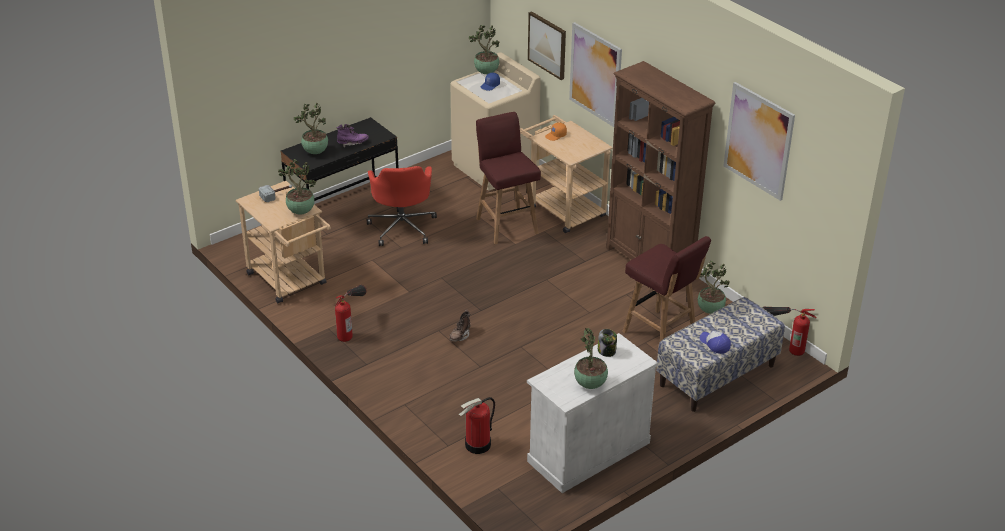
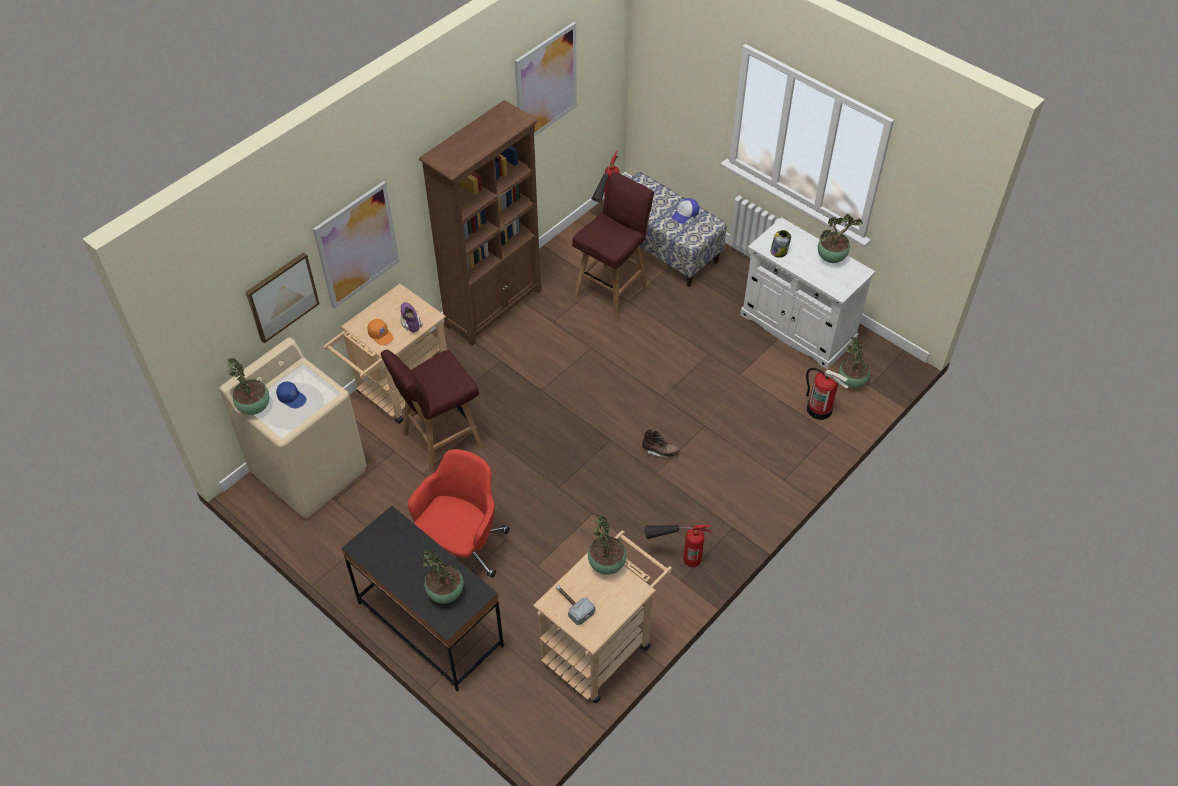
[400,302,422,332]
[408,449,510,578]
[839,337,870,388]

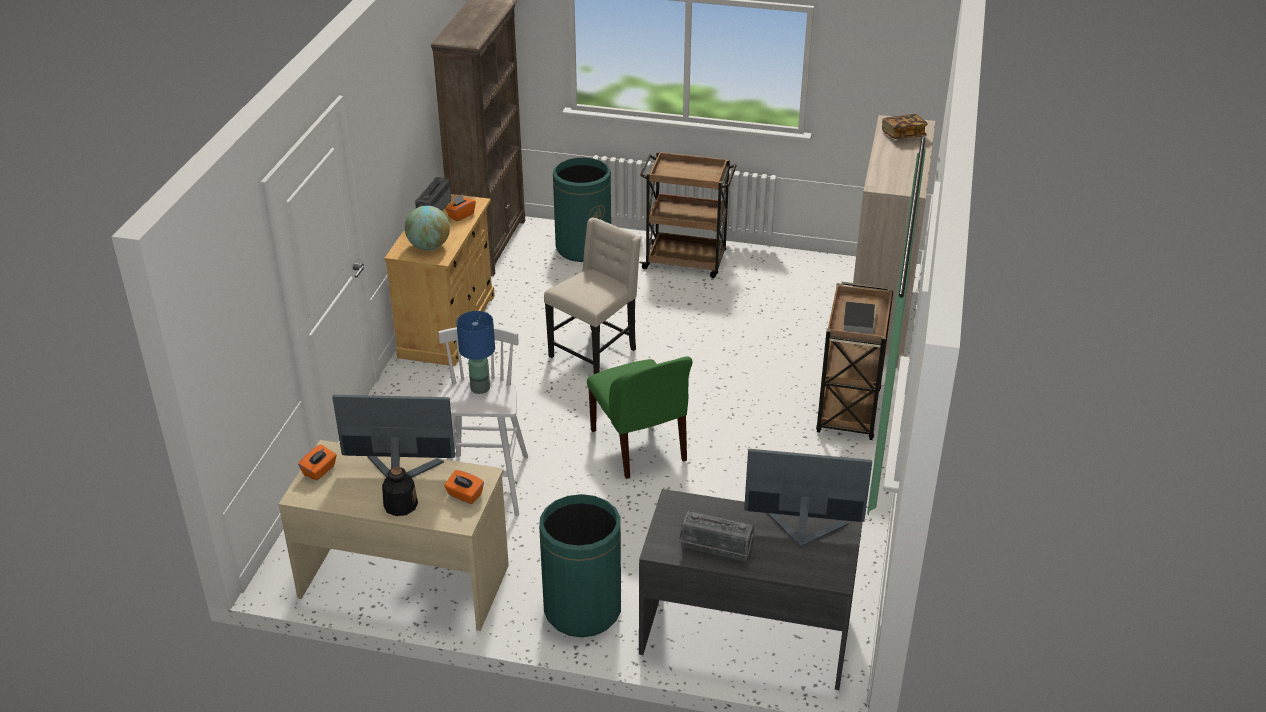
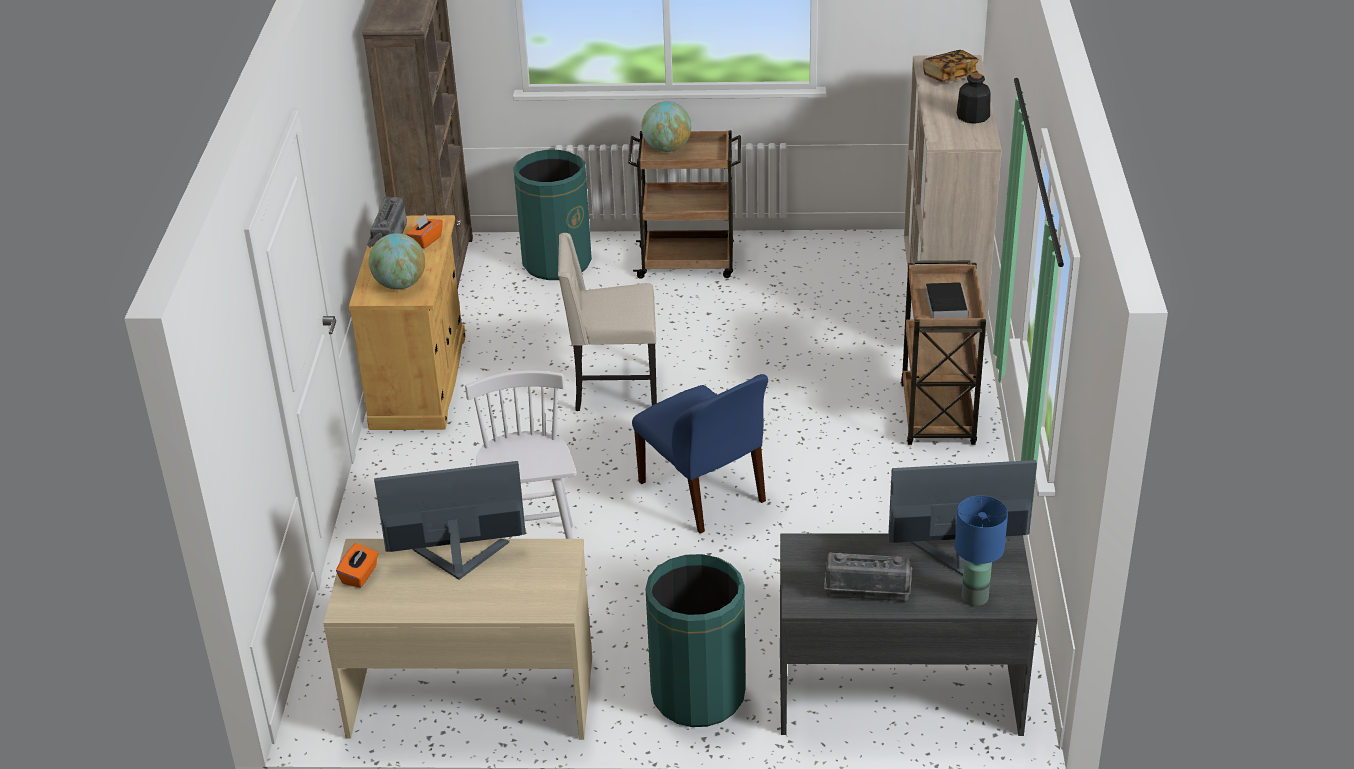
[558,233,657,411]
[632,374,768,534]
[642,101,691,152]
[954,495,1008,606]
[957,73,991,124]
[444,470,484,504] (first image)

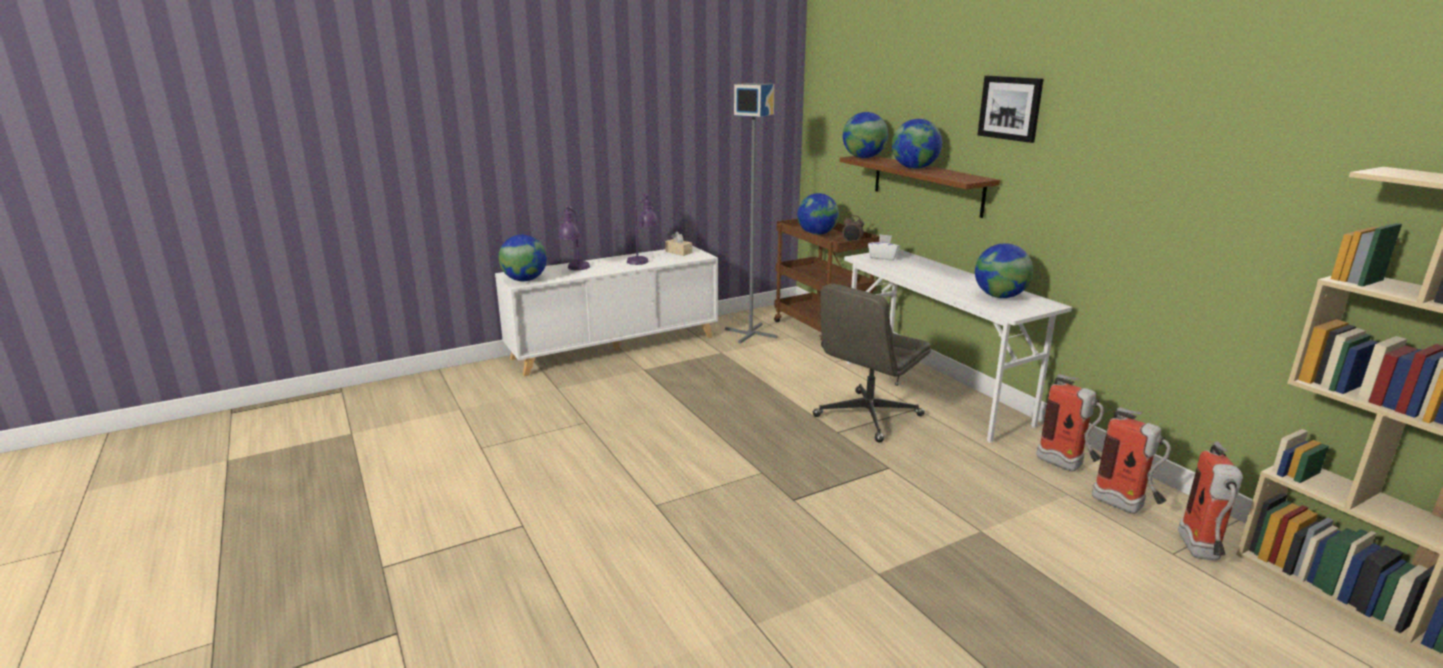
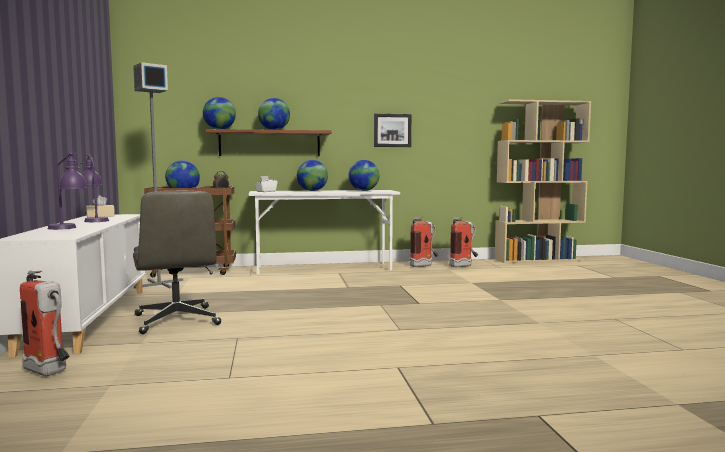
[20,270,70,376]
[133,191,221,334]
[297,160,328,191]
[374,114,411,147]

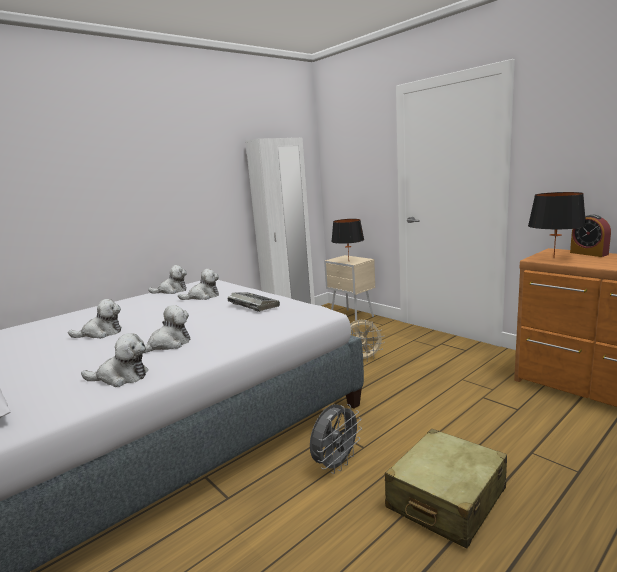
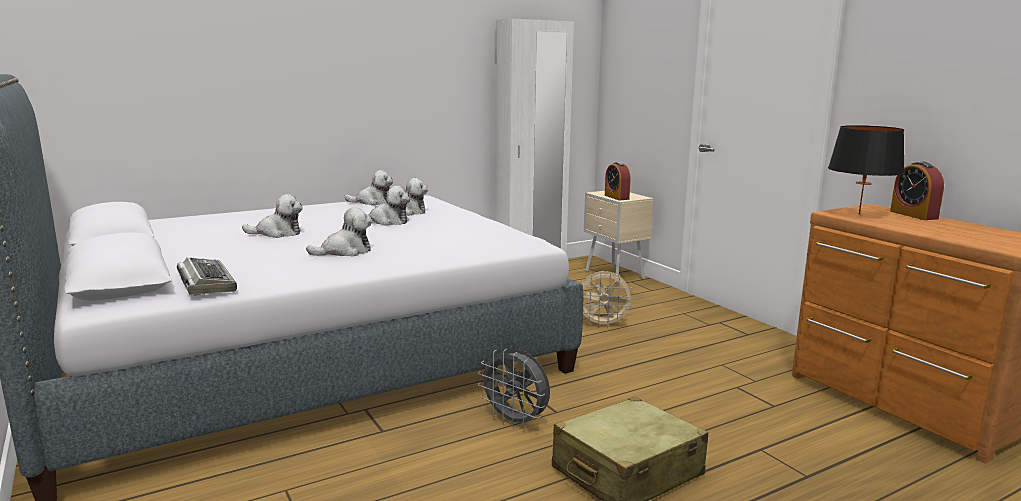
[177,257,237,295]
[367,186,410,226]
[478,349,550,428]
[605,162,630,200]

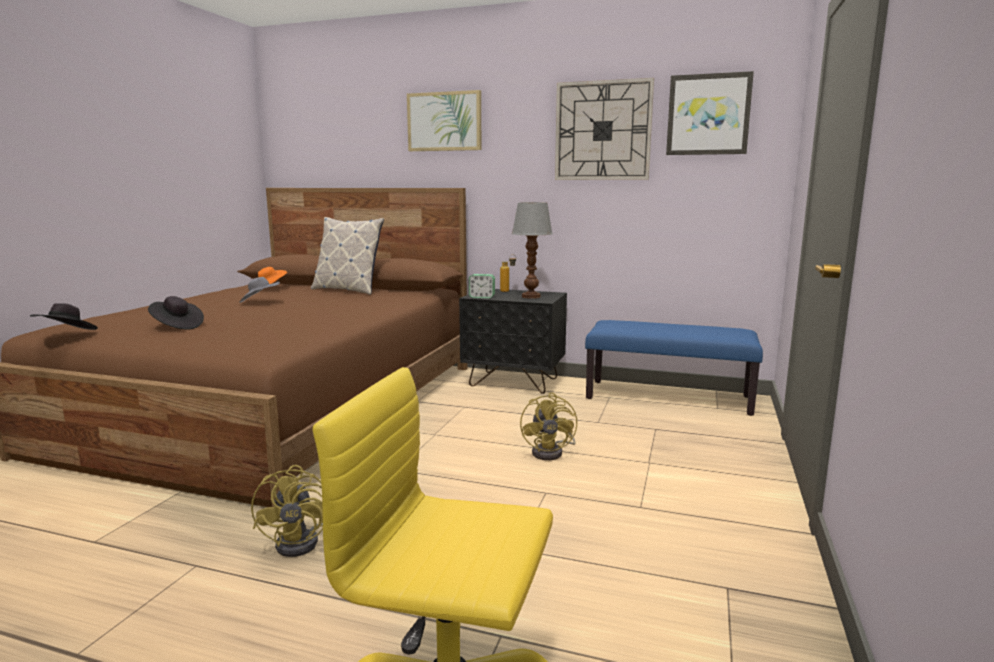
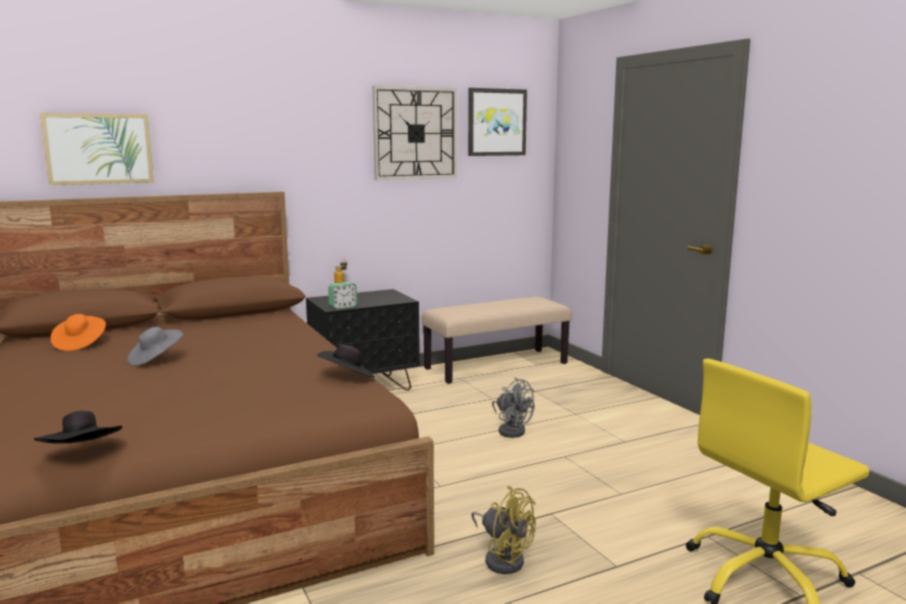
[40,113,154,185]
[317,345,375,378]
[421,297,572,384]
[492,377,535,438]
[311,217,384,295] (first image)
[512,202,553,299] (first image)

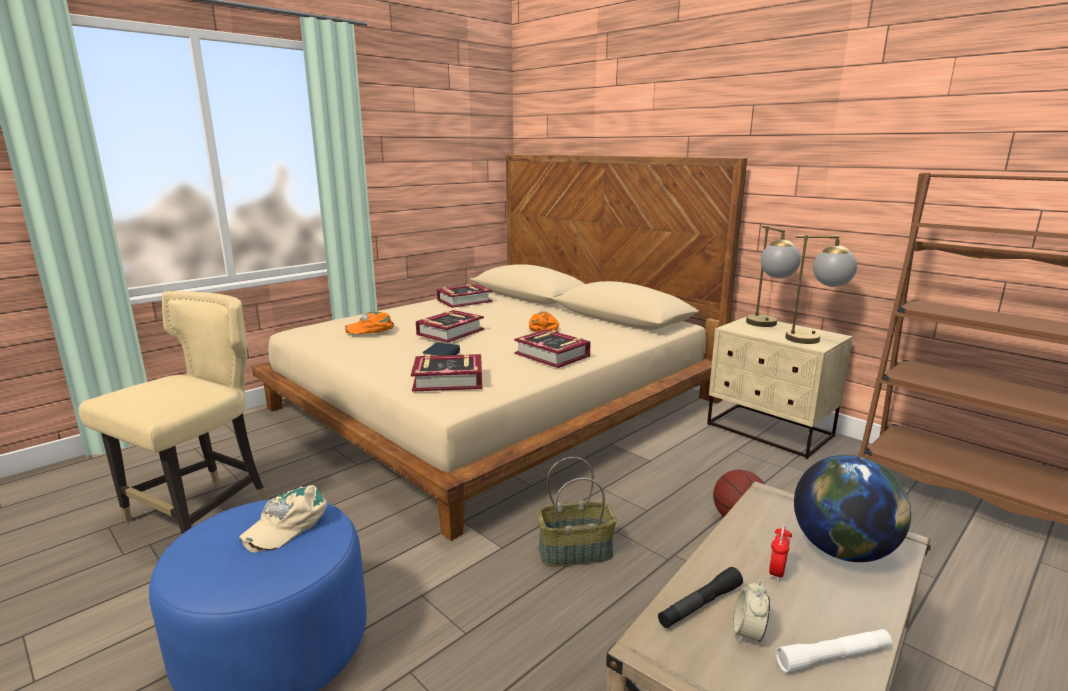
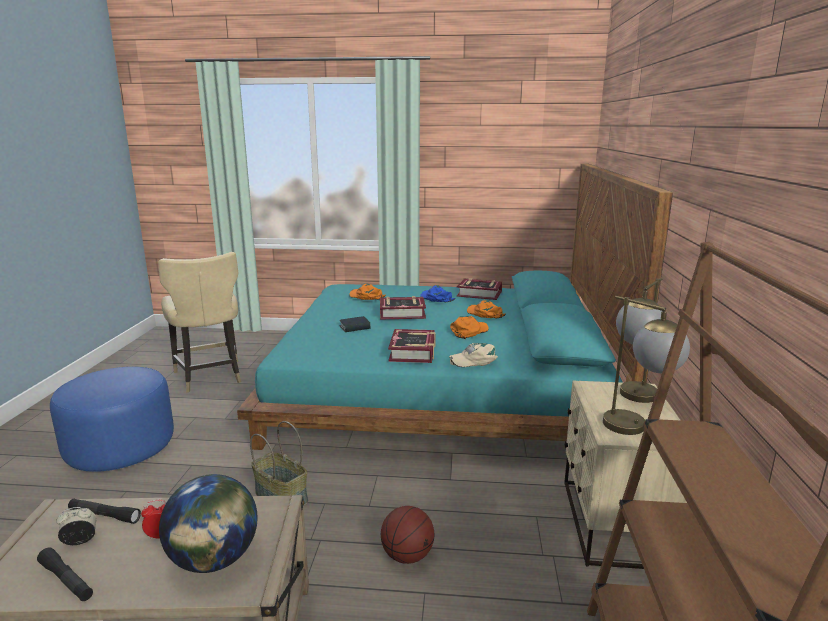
[37,547,93,601]
[158,252,241,392]
[237,163,673,450]
[420,285,455,302]
[449,343,498,367]
[467,300,506,318]
[411,353,482,392] (first image)

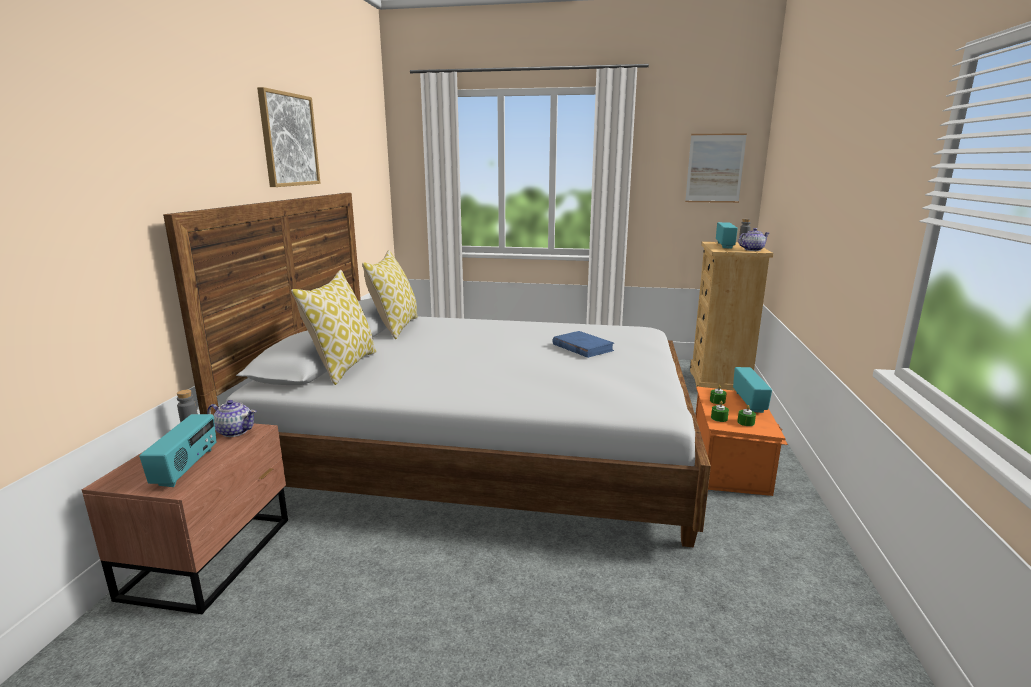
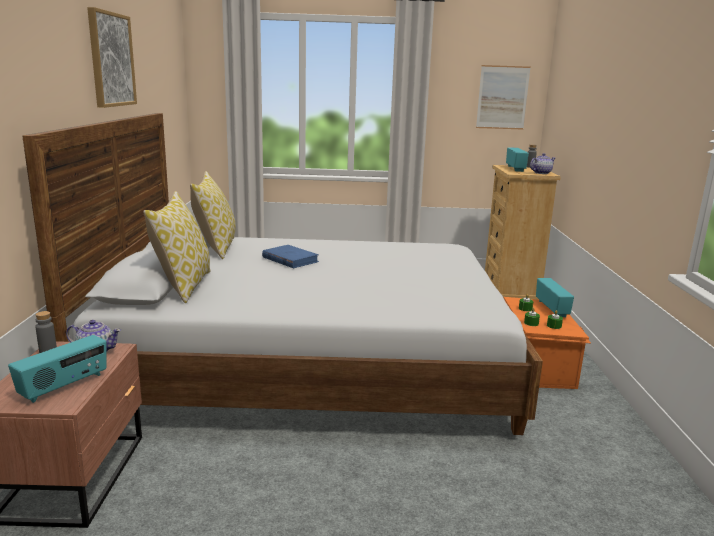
[8,335,107,403]
[262,245,319,268]

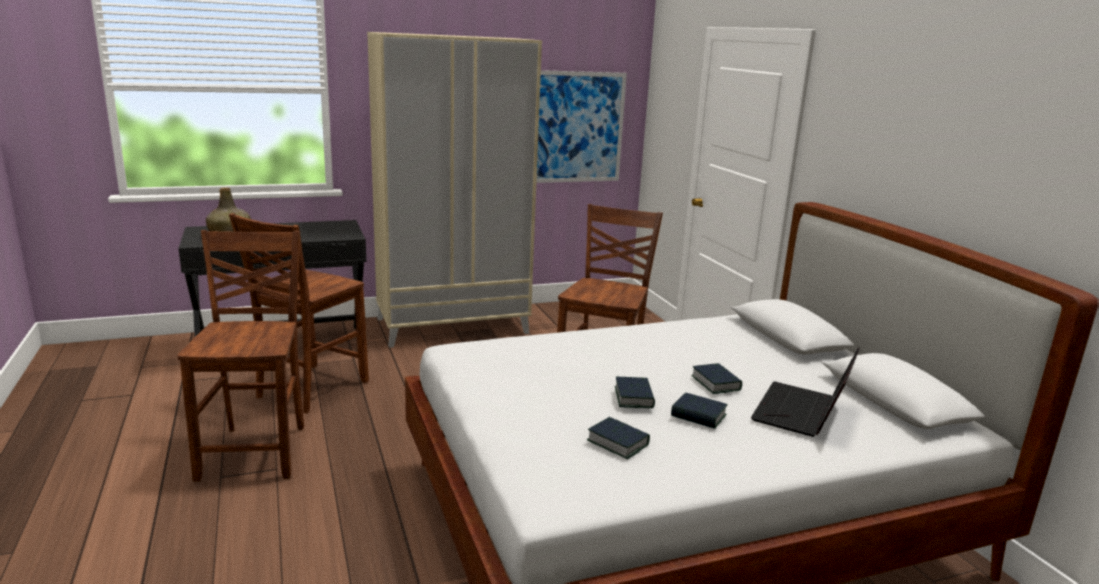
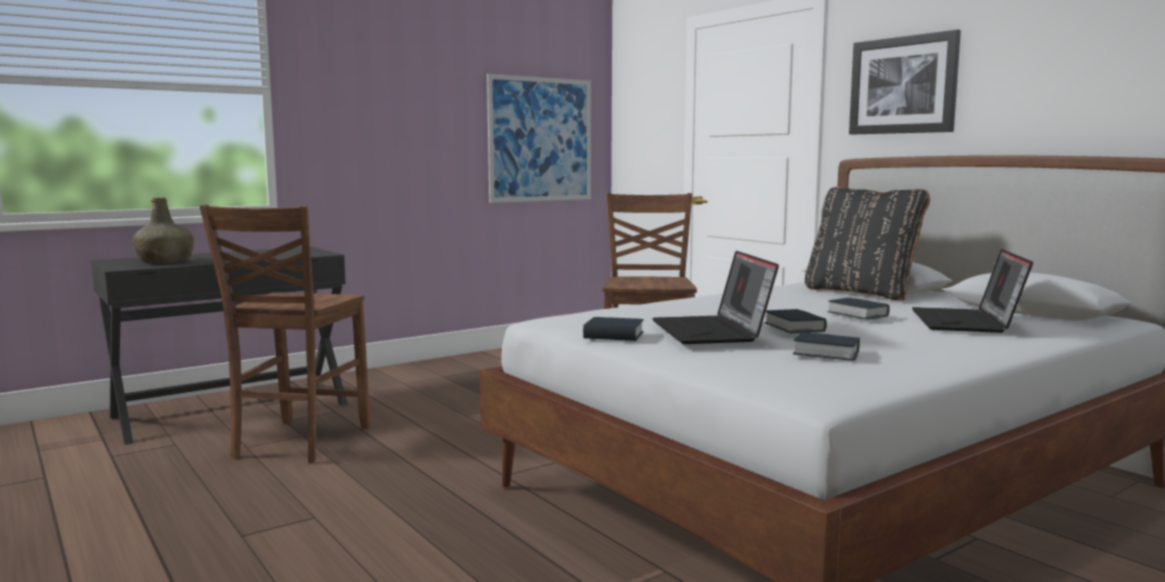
[583,317,644,341]
[652,251,779,344]
[805,187,930,300]
[849,30,961,135]
[177,230,304,482] (first image)
[367,32,542,348] (first image)

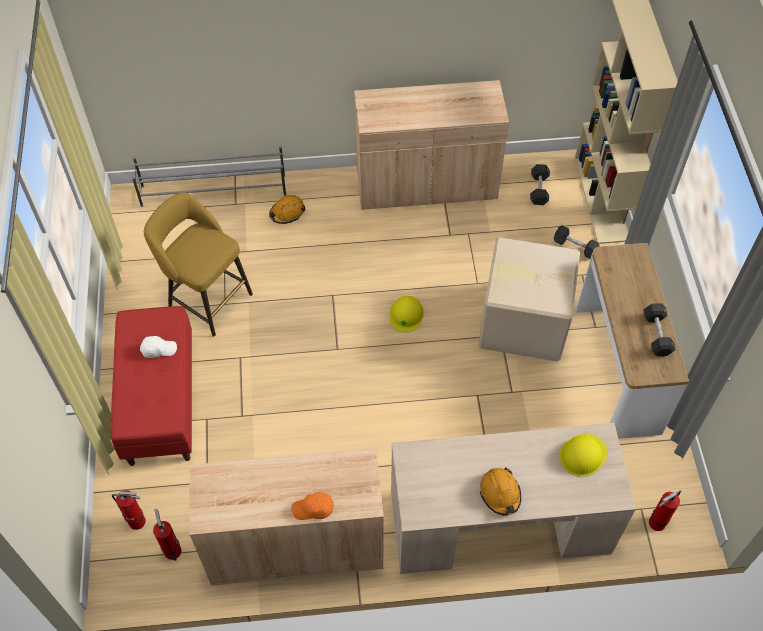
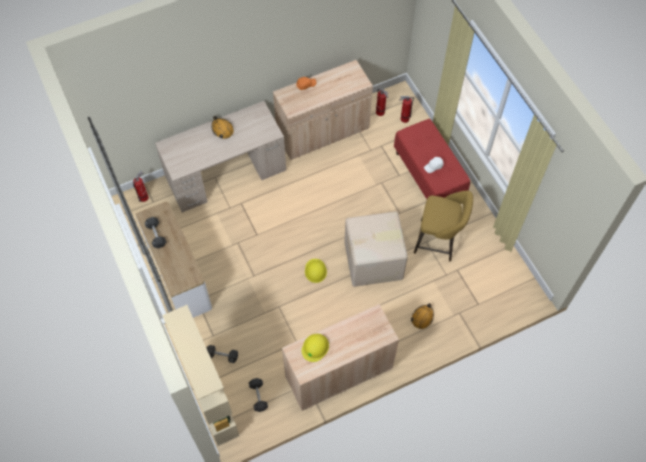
[302,334,329,362]
[344,211,408,287]
[132,146,286,207] (first image)

